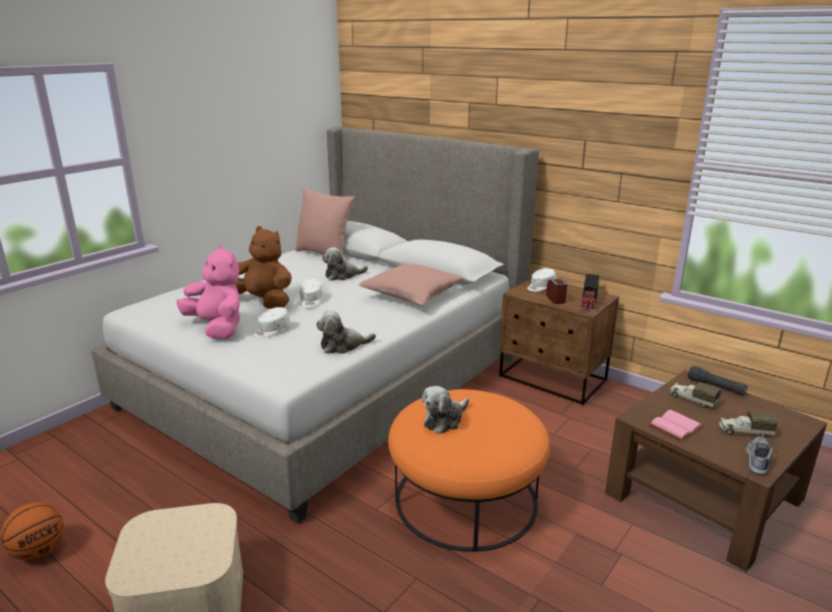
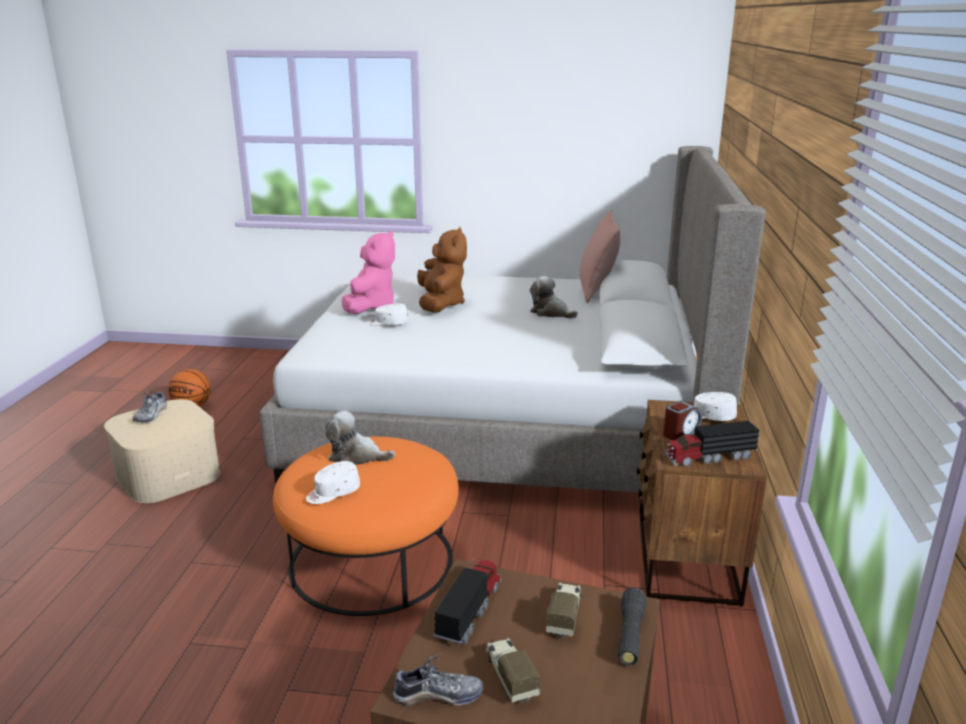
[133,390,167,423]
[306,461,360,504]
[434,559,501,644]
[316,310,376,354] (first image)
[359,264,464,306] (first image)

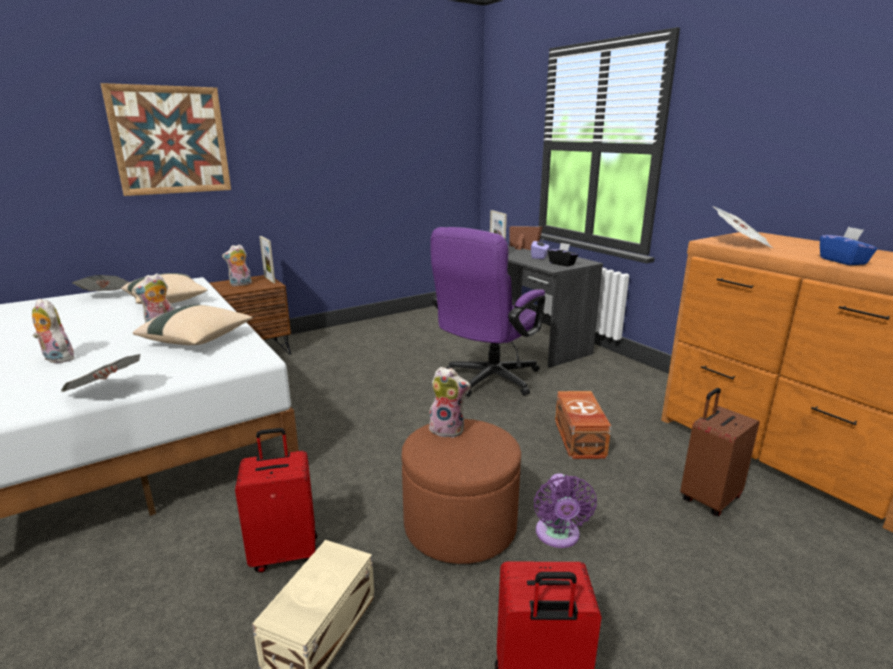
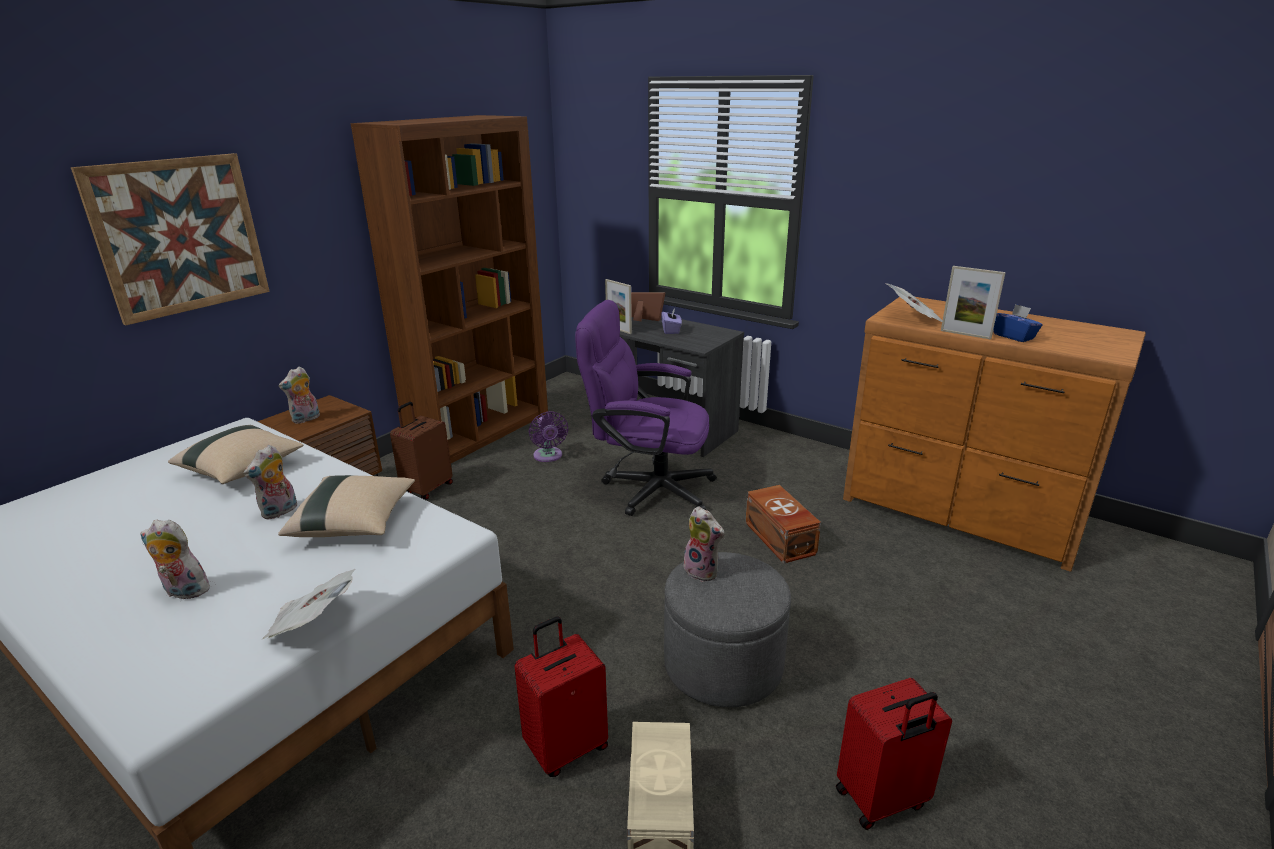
[350,115,548,463]
[390,402,453,499]
[529,411,568,462]
[575,300,717,516]
[664,552,791,707]
[683,506,724,582]
[941,266,1006,340]
[72,275,129,291] (first image)
[548,243,578,266] (first image)

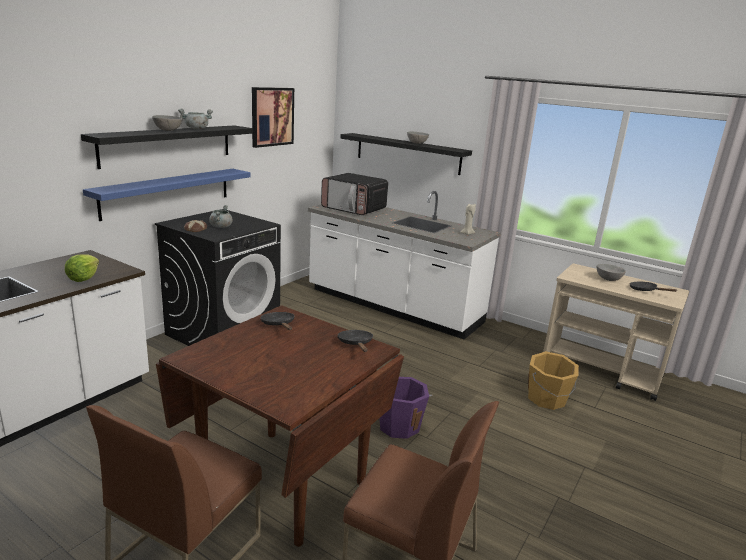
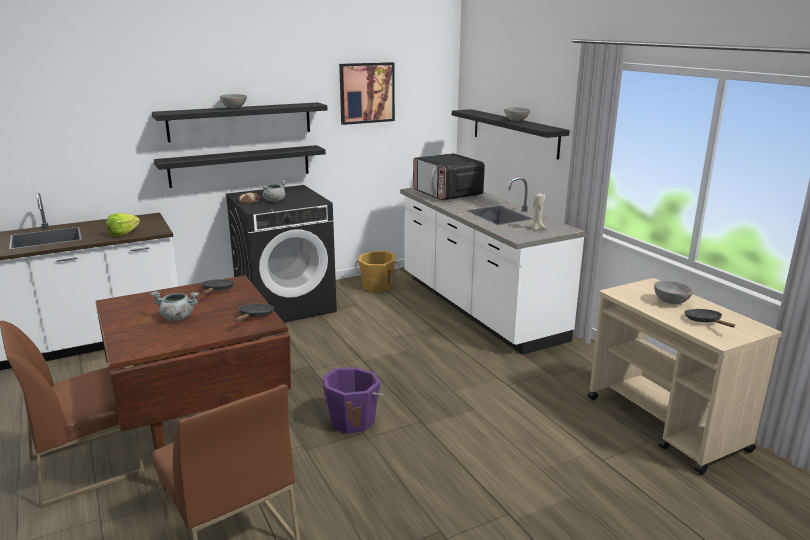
[151,291,199,321]
[154,145,326,188]
[355,251,400,292]

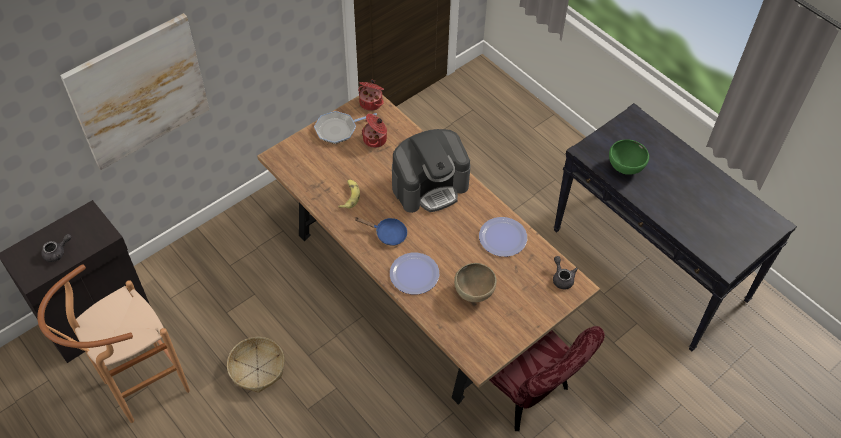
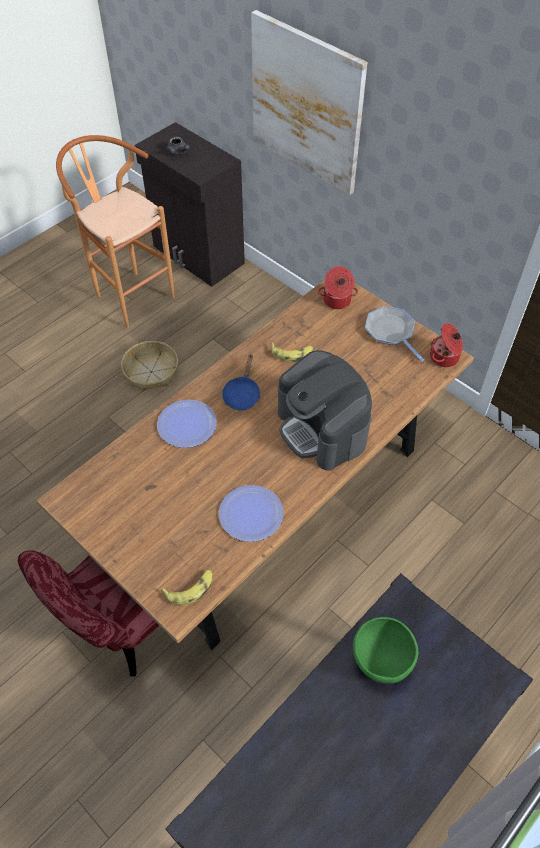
[161,570,212,605]
[318,266,358,309]
[454,263,497,302] (first image)

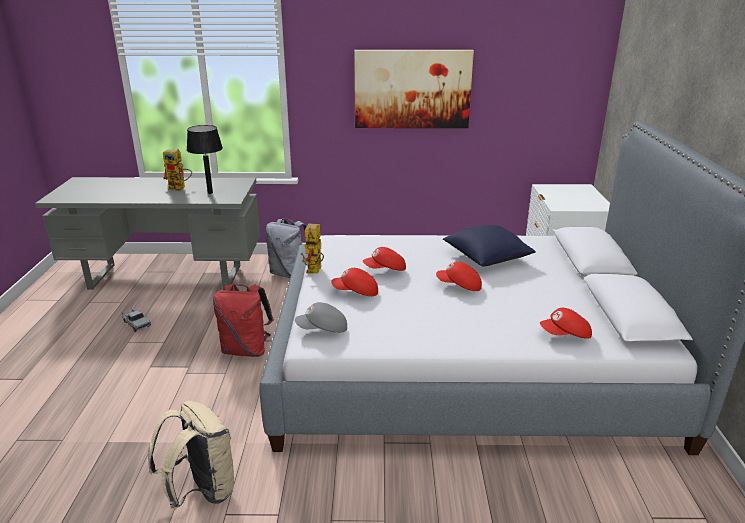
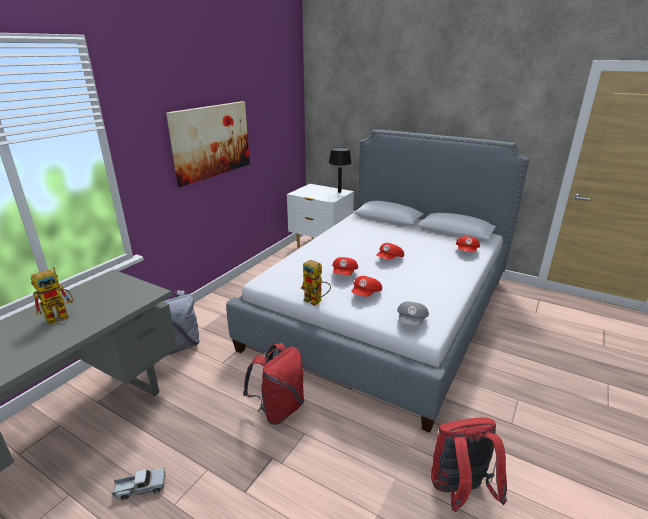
[329,147,352,193]
[431,417,507,512]
[443,225,536,267] (first image)

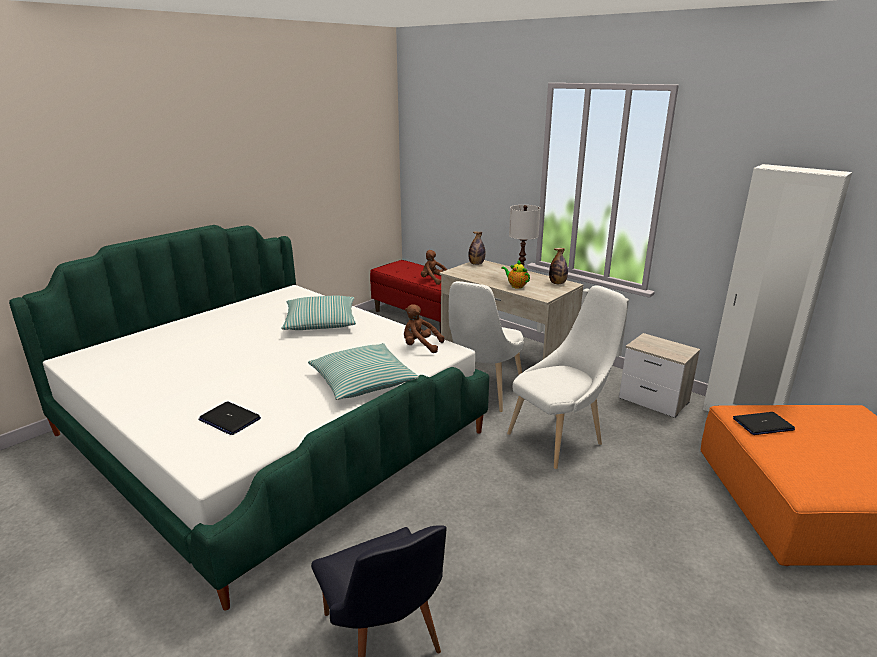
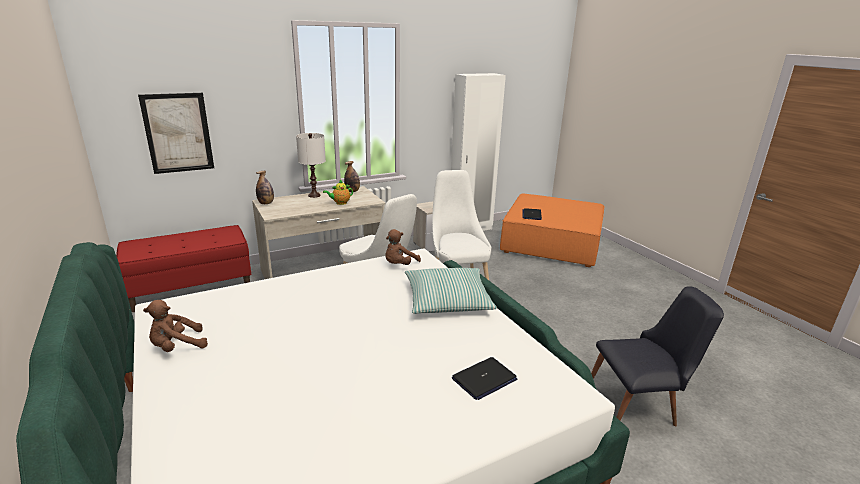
[138,93,214,174]
[143,300,208,352]
[282,296,356,330] (first image)

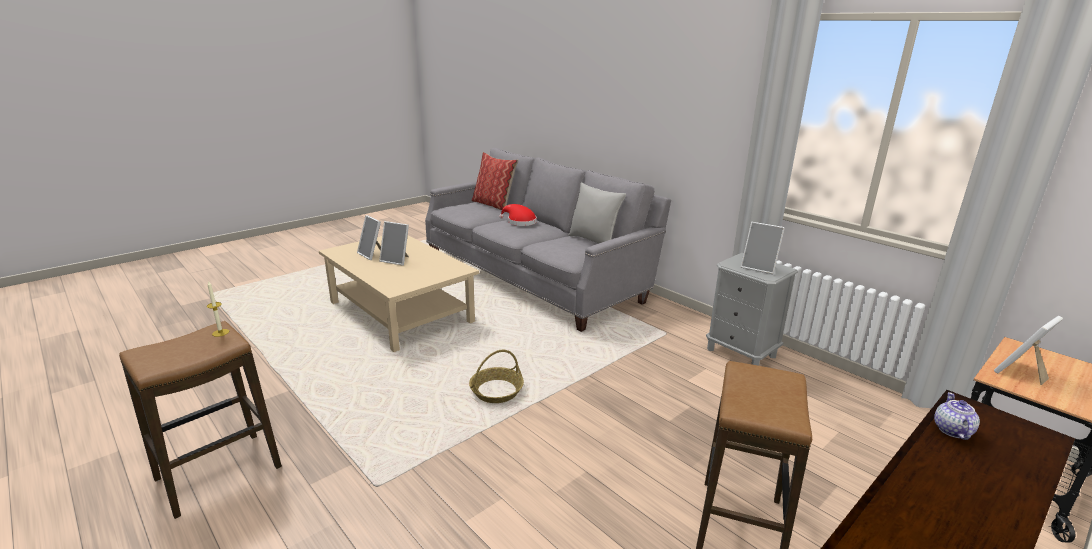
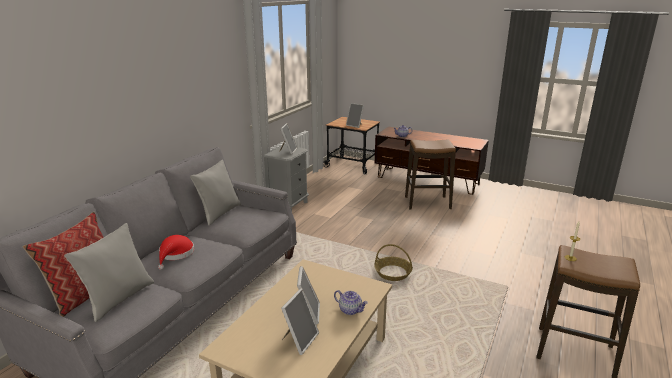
[64,223,154,322]
[334,290,368,315]

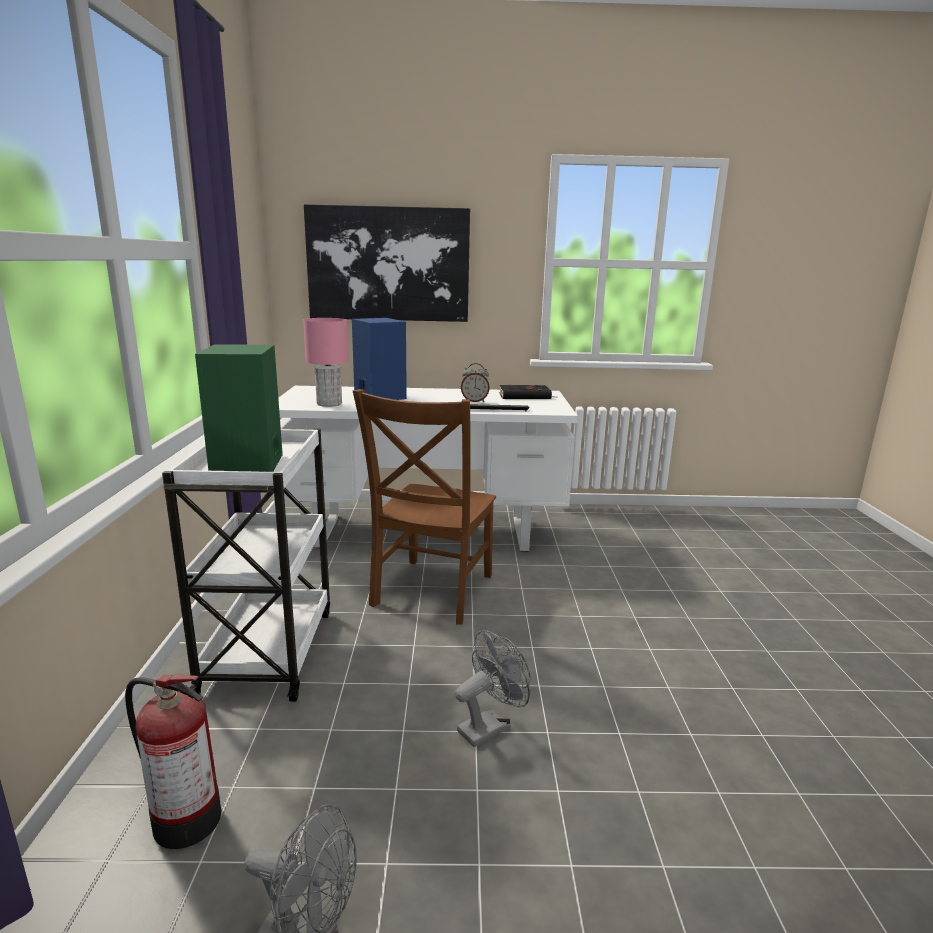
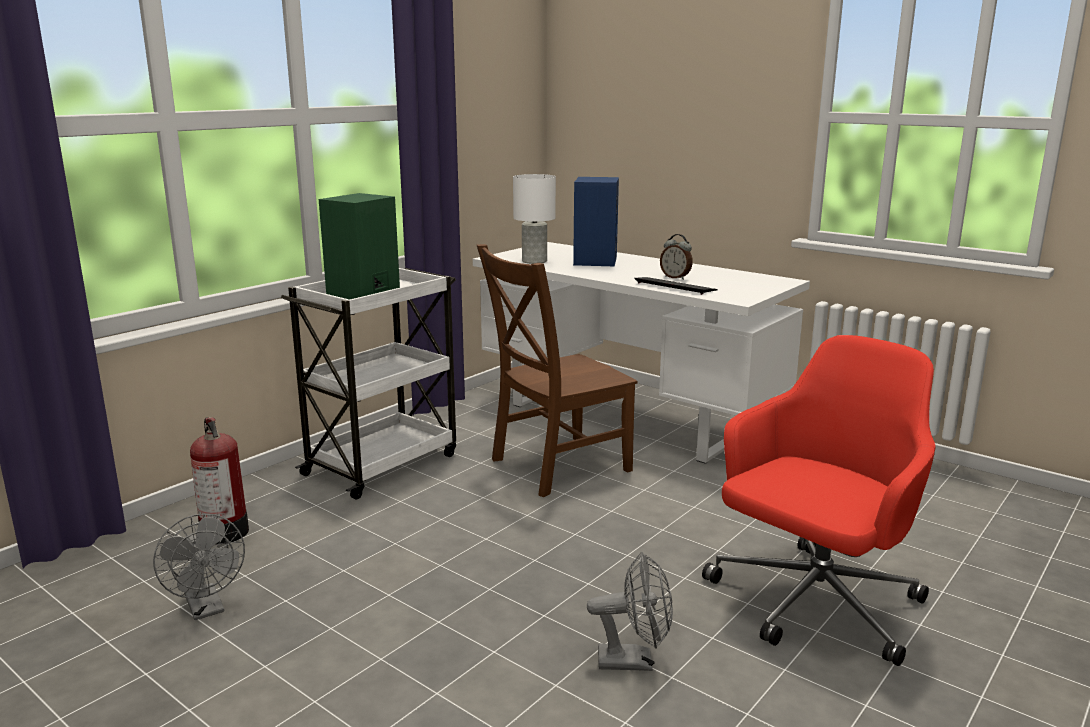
[513,174,556,264]
[587,552,673,671]
[702,335,936,666]
[304,204,470,322] (first image)
[499,385,554,399] (first image)

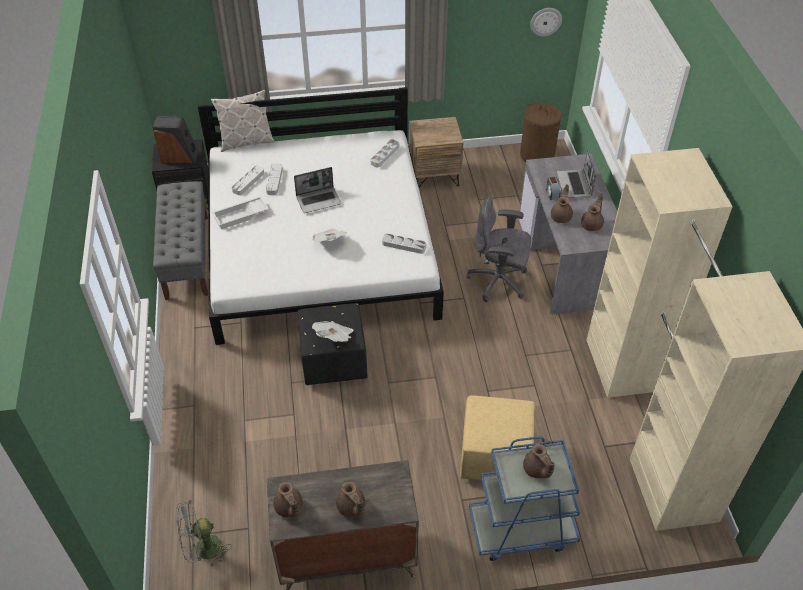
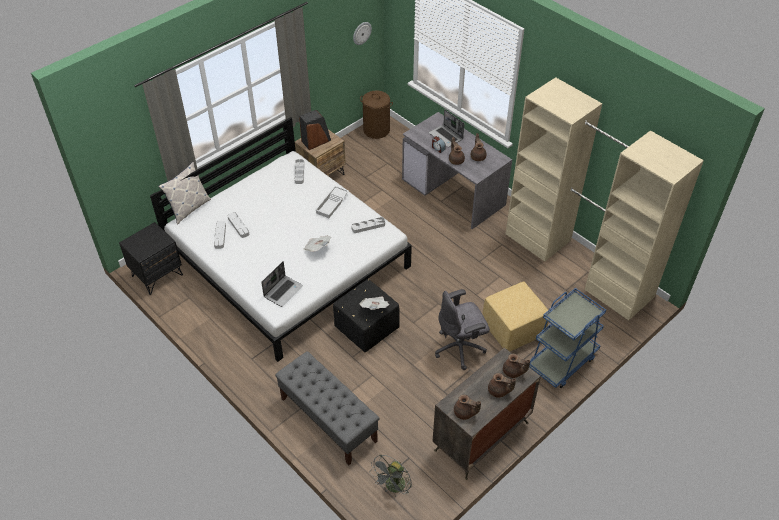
[261,261,303,307]
[275,351,379,466]
[299,110,331,150]
[315,185,349,218]
[435,289,490,370]
[503,354,530,378]

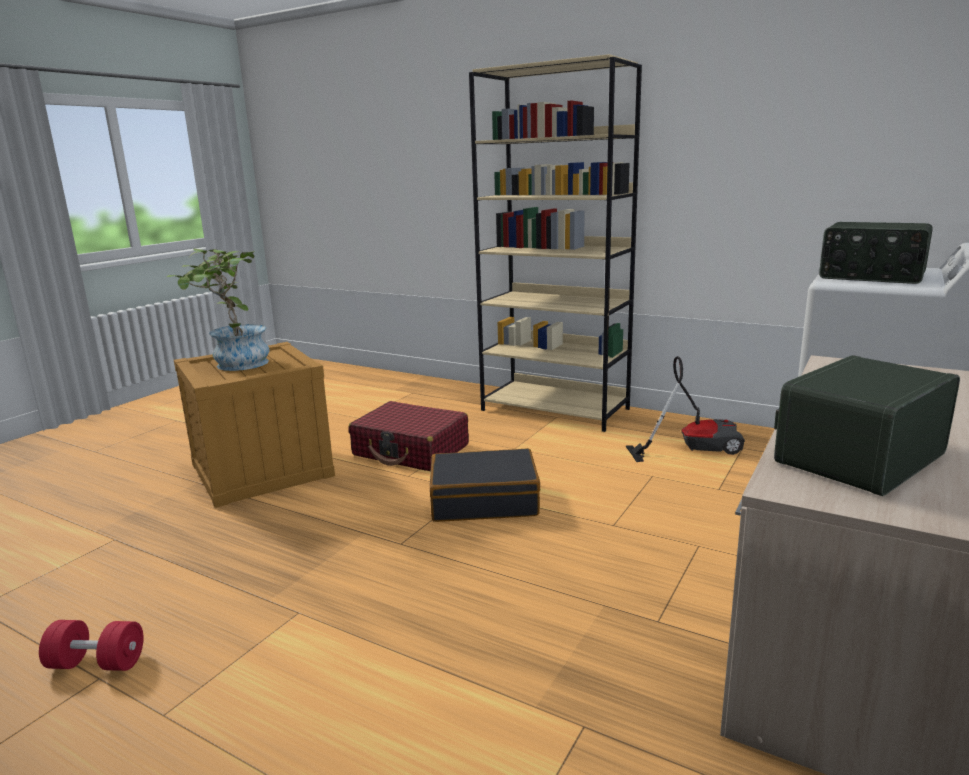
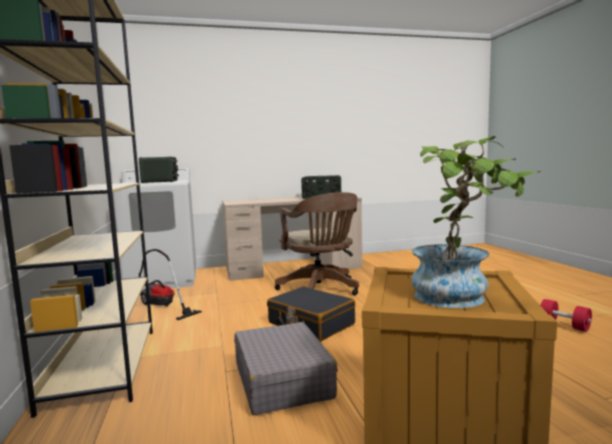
[234,322,338,415]
[275,192,359,295]

